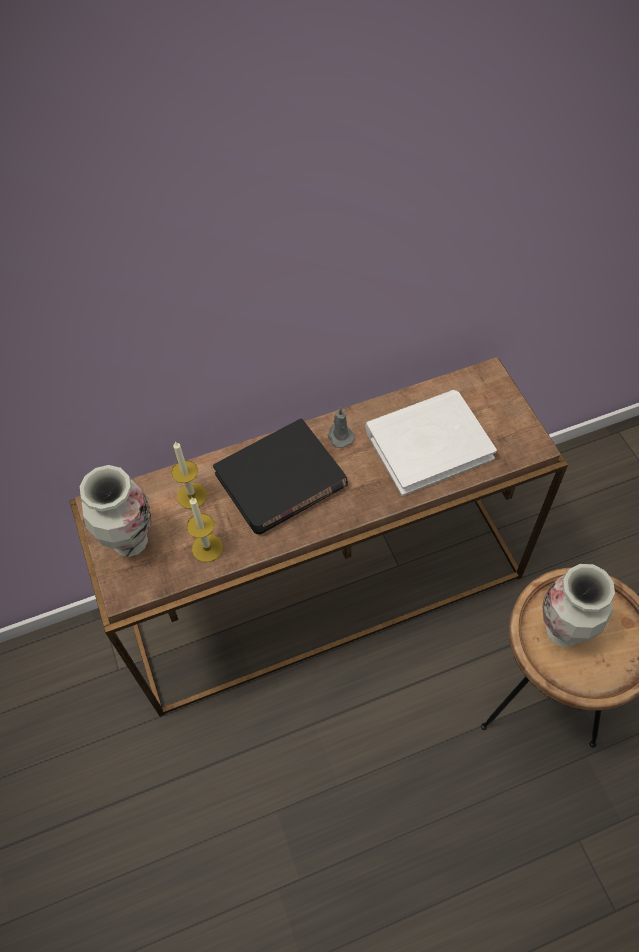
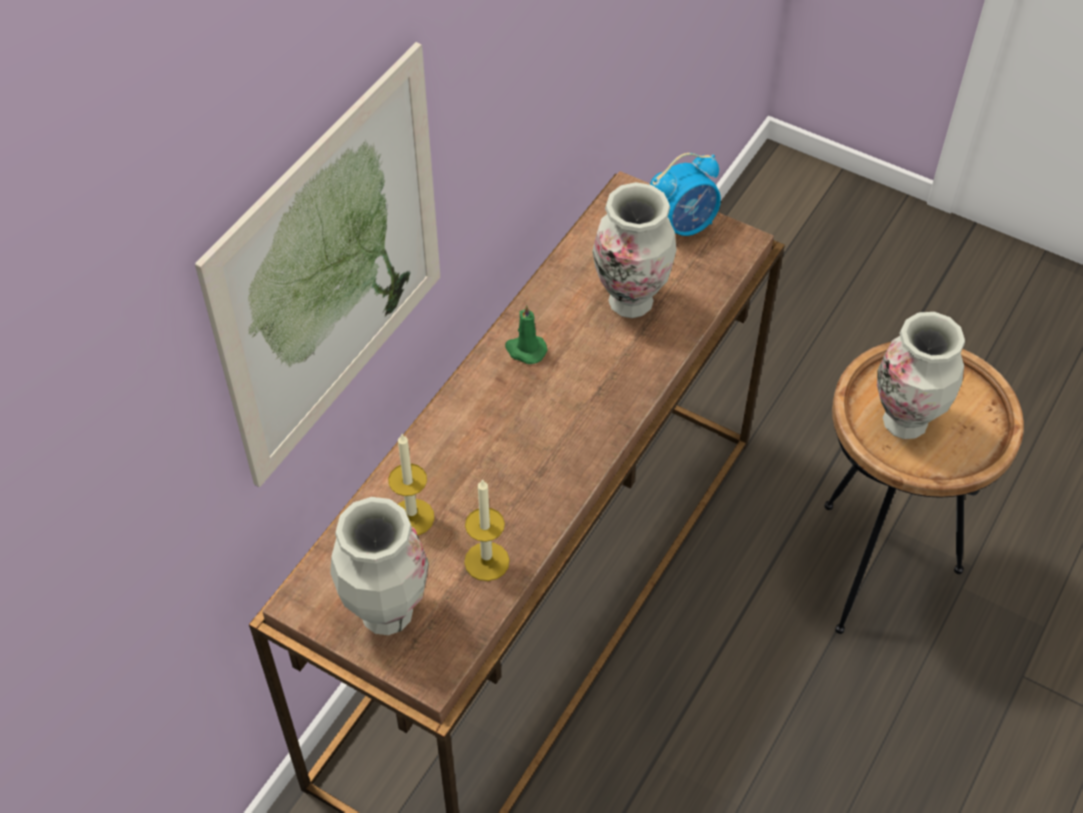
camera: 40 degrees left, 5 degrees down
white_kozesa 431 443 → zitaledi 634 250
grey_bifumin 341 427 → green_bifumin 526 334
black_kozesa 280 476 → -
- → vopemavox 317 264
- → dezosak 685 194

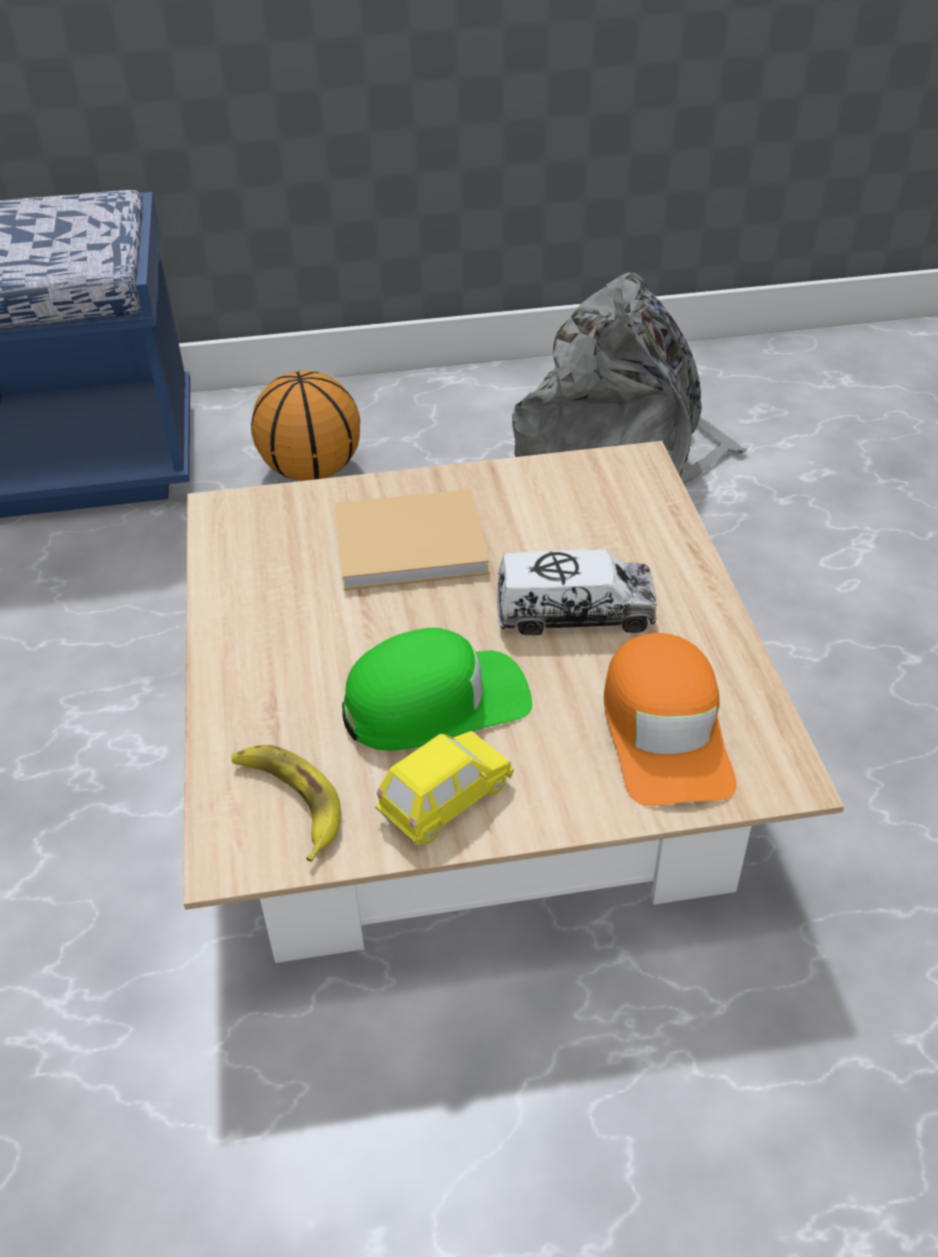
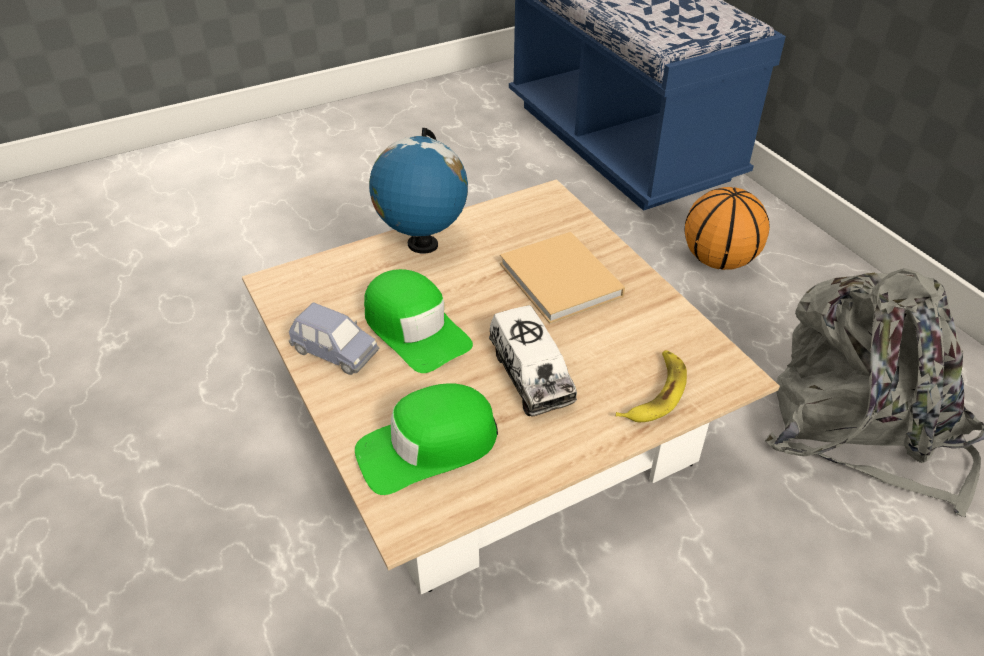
camera: 70 degrees right, 0 degrees up
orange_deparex 670 719 → green_deparex 426 439
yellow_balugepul 444 788 → blue_balugepul 333 339
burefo 286 803 → burefo 651 386, shifted
- → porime 418 190

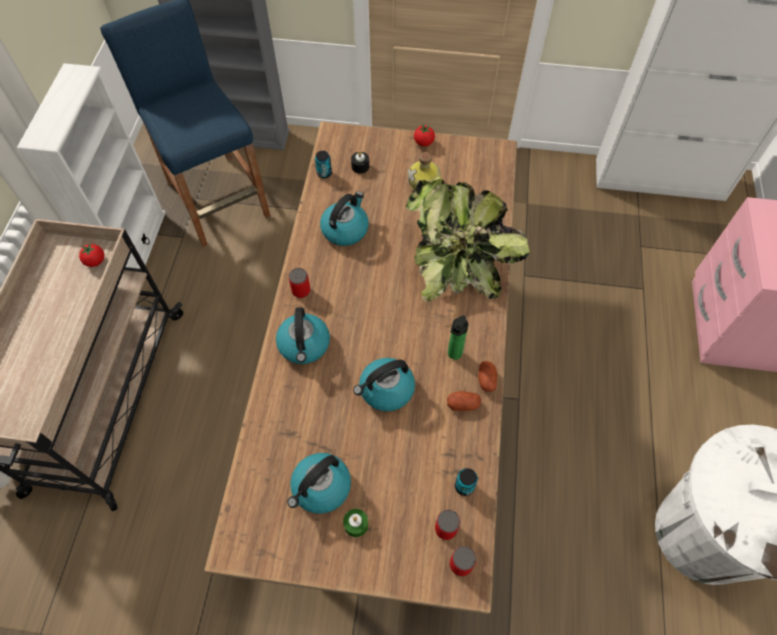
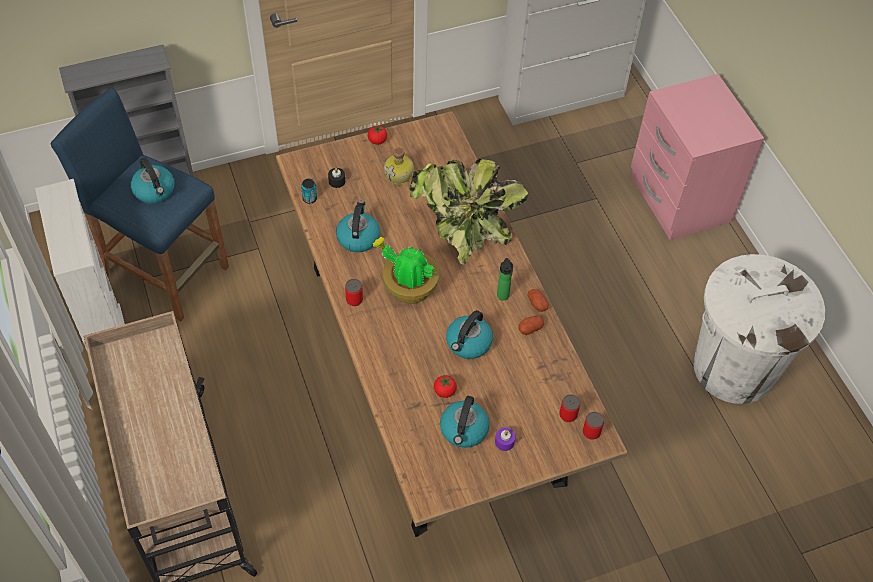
camera: 30 degrees left, 5 degrees down
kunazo 91 255 → kunazo 445 386, shifted
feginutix 303 335 → feginutix 153 181, shifted
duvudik 466 482 → -
green_bifumin 355 523 → purple_bifumin 505 439
- → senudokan 406 270

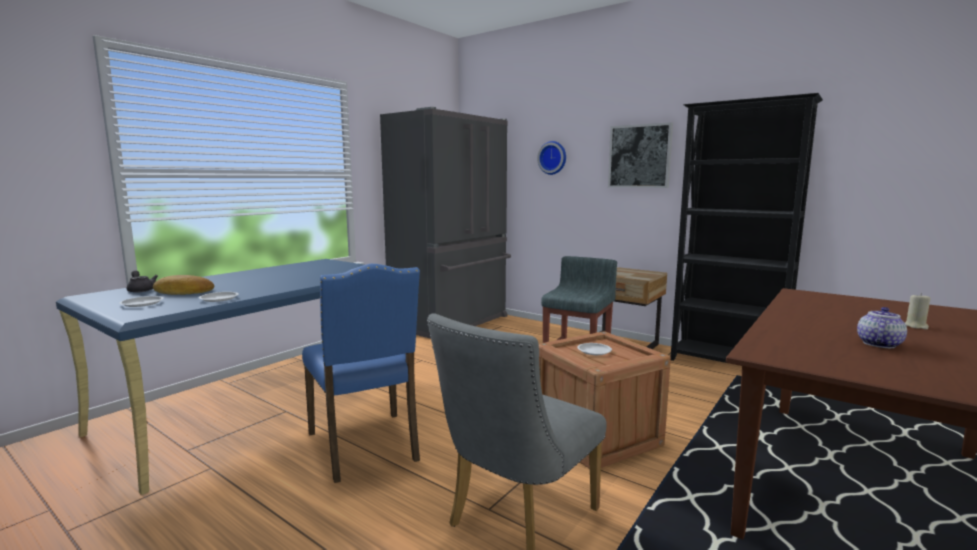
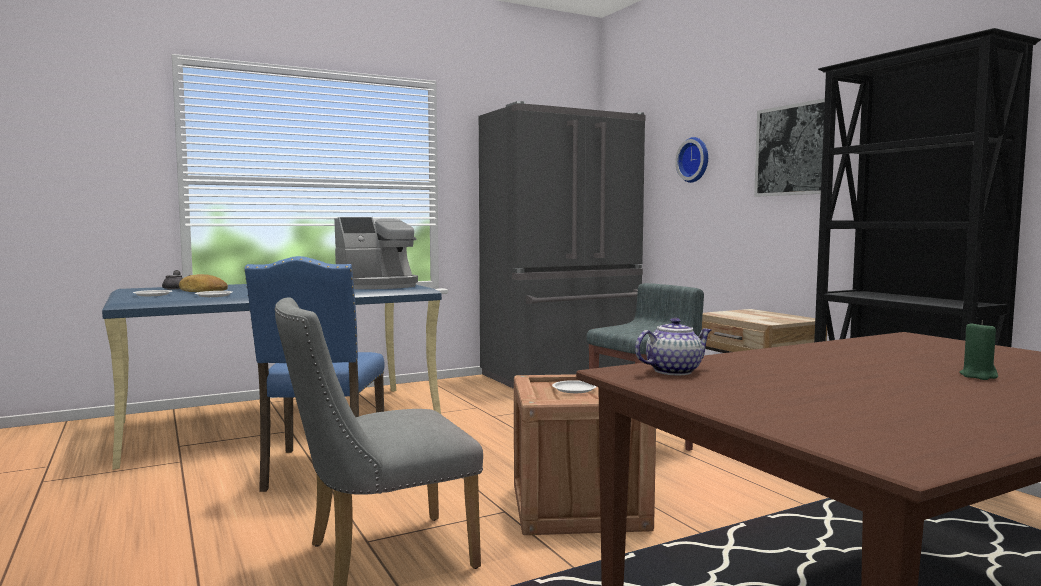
camera: 25 degrees right, 5 degrees down
beige_bifumin 918 311 → green_bifumin 978 350
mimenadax 882 327 → mimenadax 673 346, shifted
- → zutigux 376 253

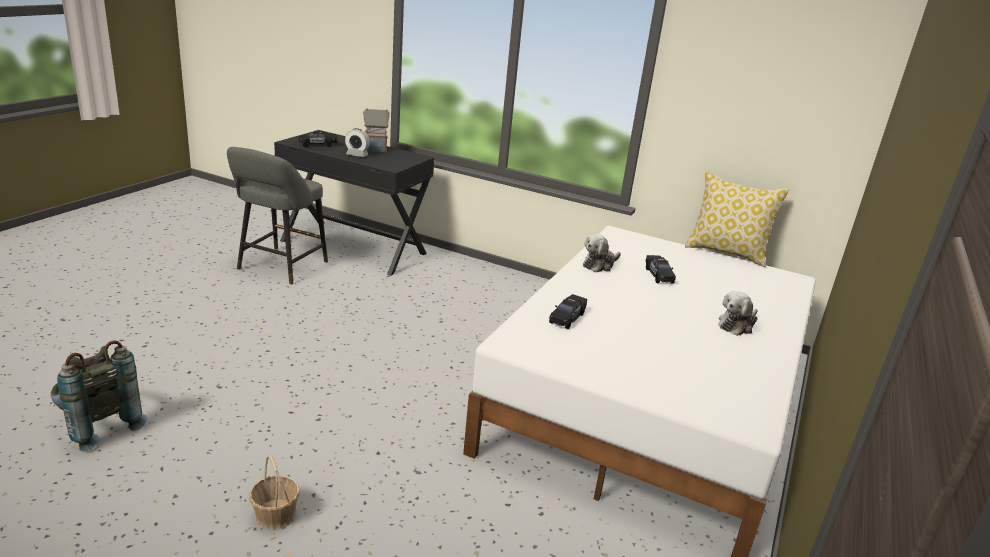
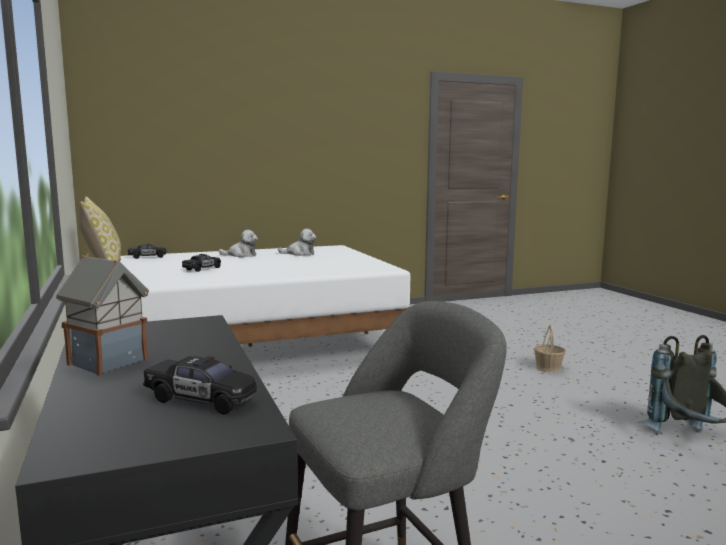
camera: 135 degrees left, 15 degrees down
dezosak 357 142 → -
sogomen 602 253 → sogomen 297 242, shifted
black_balugepul 568 311 → black_balugepul 147 251, shifted

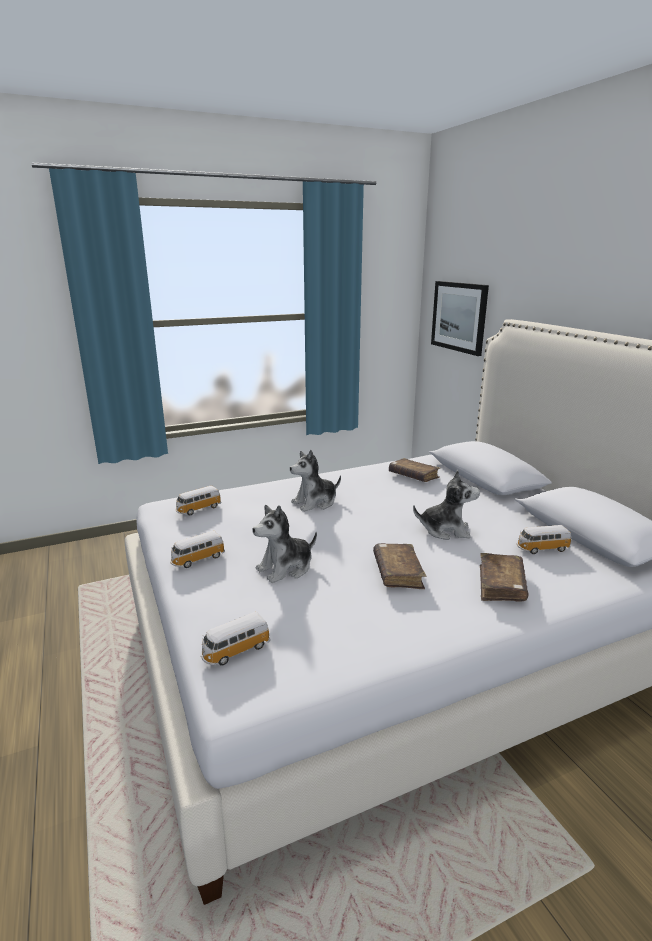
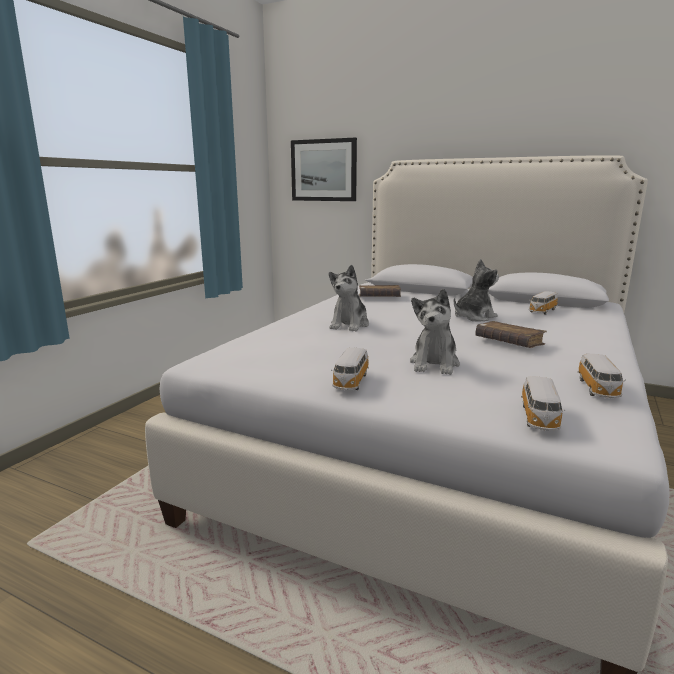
camera: 40 degrees left, 5 degrees down
balugepul 198 500 → balugepul 601 376, shifted
brown_kozesa 504 577 → -

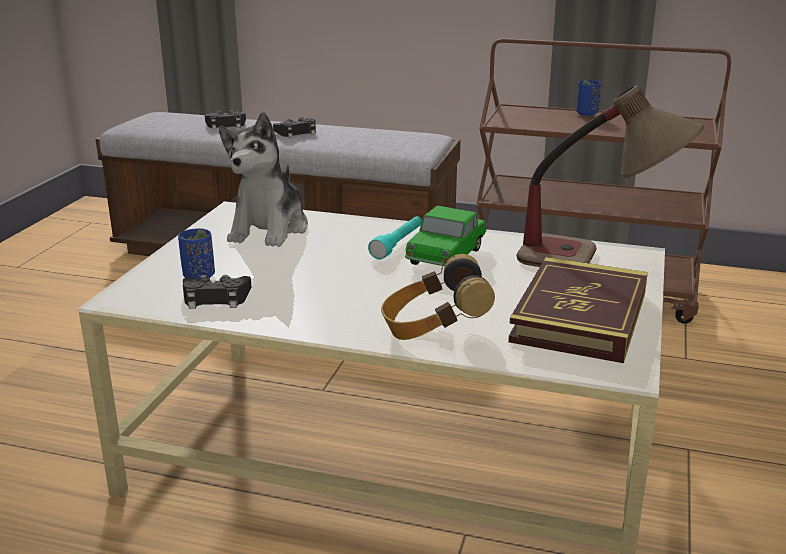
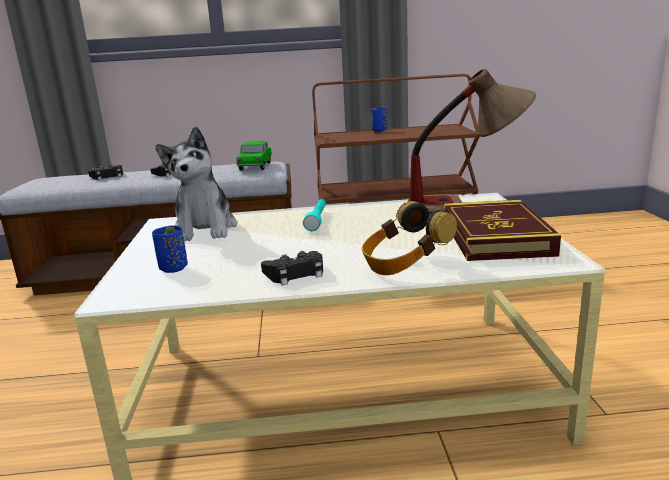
camera: 20 degrees left, 5 degrees down
balugepul 445 236 → balugepul 254 156, shifted
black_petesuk 217 292 → black_petesuk 292 268, shifted

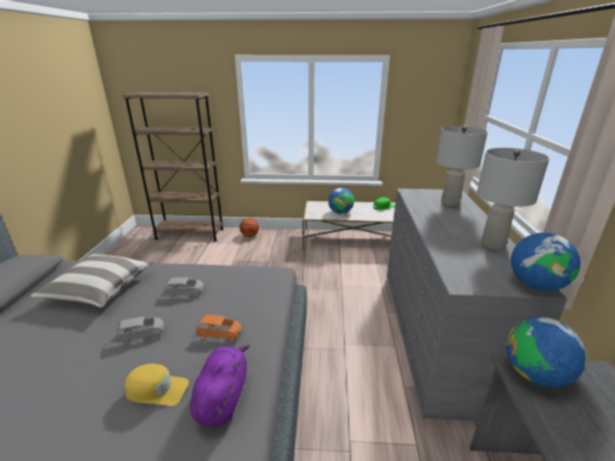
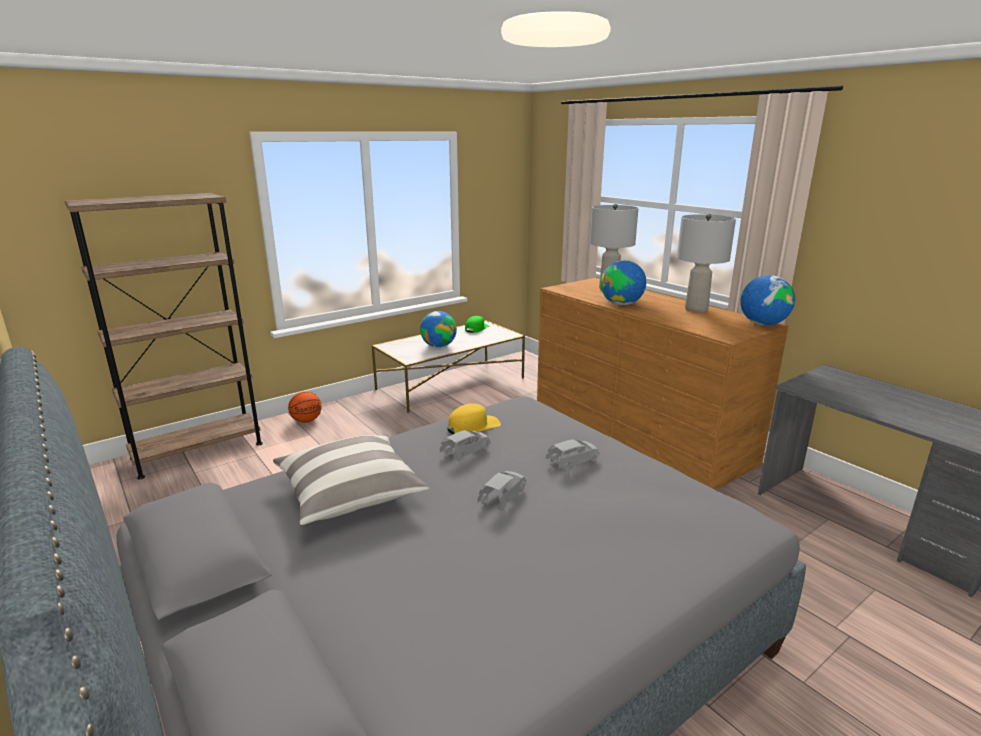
camera: 40 degrees left, 5 degrees down
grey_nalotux 477 305 → brown_nalotux 662 384
orange_balugepul 218 327 → grey_balugepul 572 455
porime 546 352 → porime 623 282, shifted
purple_sogomen 220 385 → -
yellow_deparex 157 385 → yellow_deparex 474 418, shifted

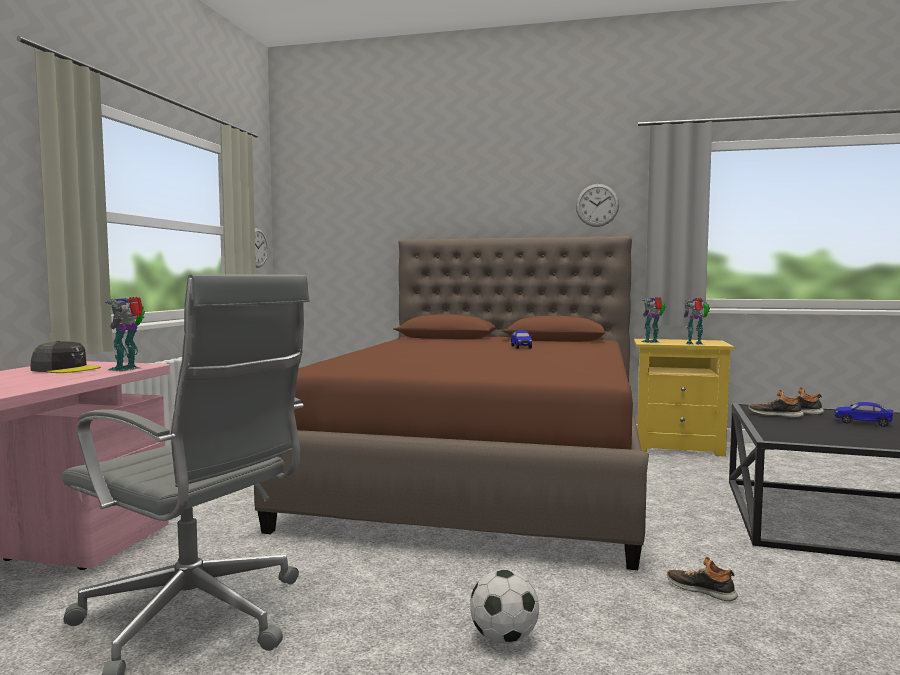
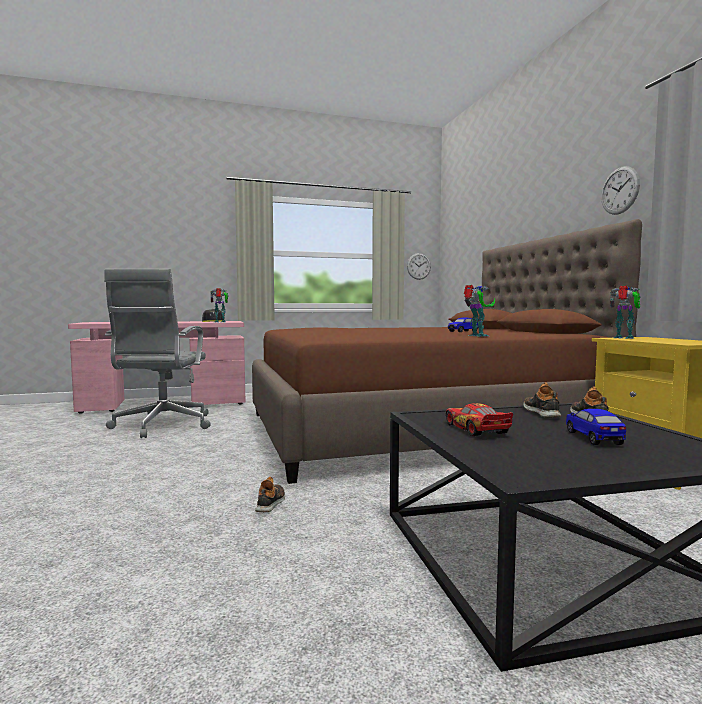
camera: 60 degrees right, 0 degrees up
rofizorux 697 321 → rofizorux 479 311, shifted
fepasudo 504 606 → -
- → balugepul 479 419

